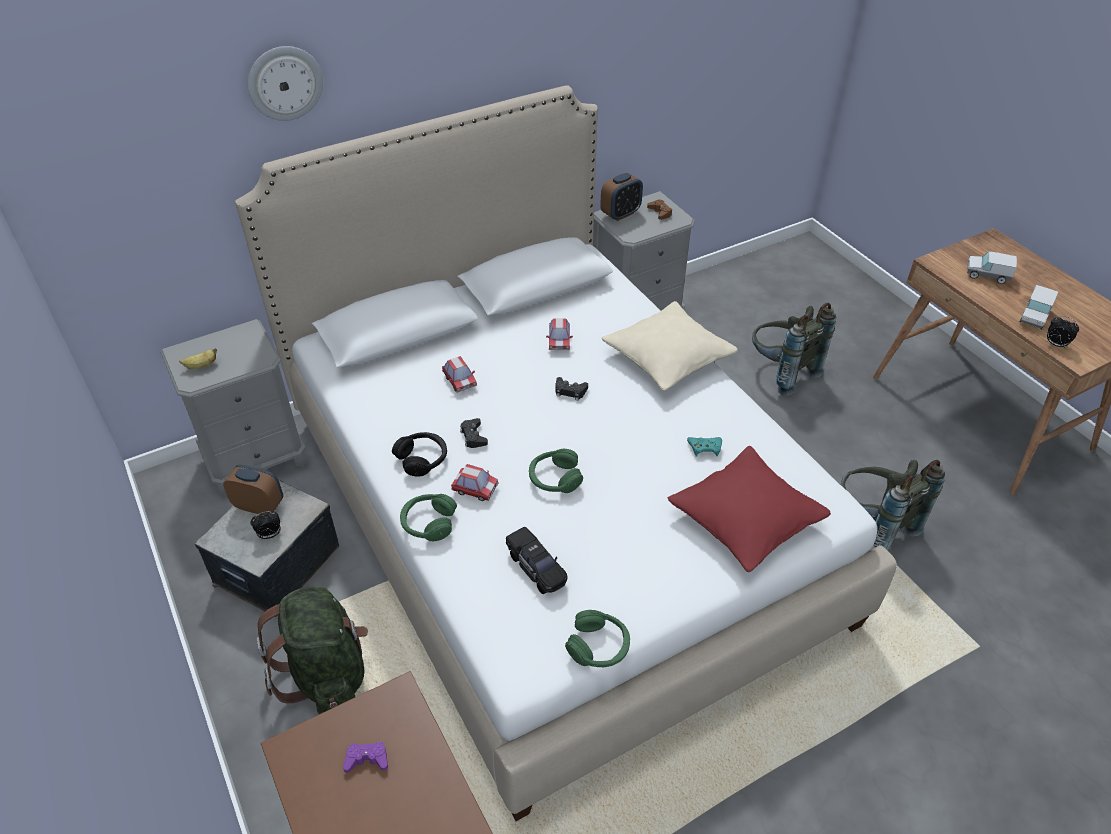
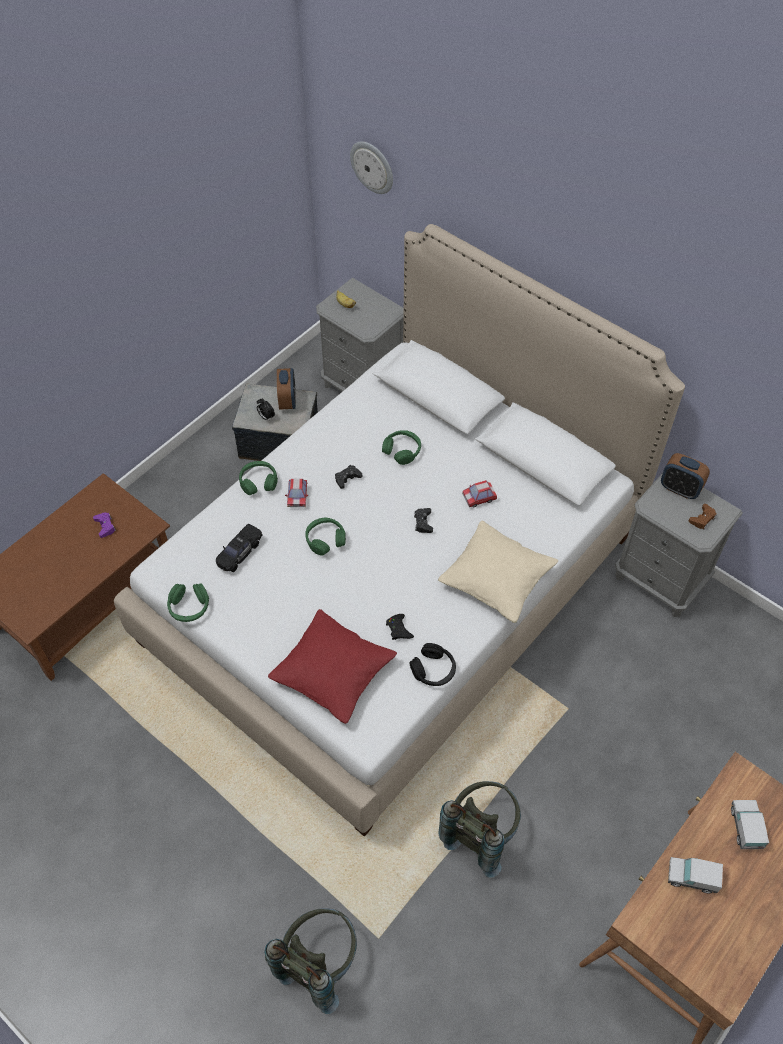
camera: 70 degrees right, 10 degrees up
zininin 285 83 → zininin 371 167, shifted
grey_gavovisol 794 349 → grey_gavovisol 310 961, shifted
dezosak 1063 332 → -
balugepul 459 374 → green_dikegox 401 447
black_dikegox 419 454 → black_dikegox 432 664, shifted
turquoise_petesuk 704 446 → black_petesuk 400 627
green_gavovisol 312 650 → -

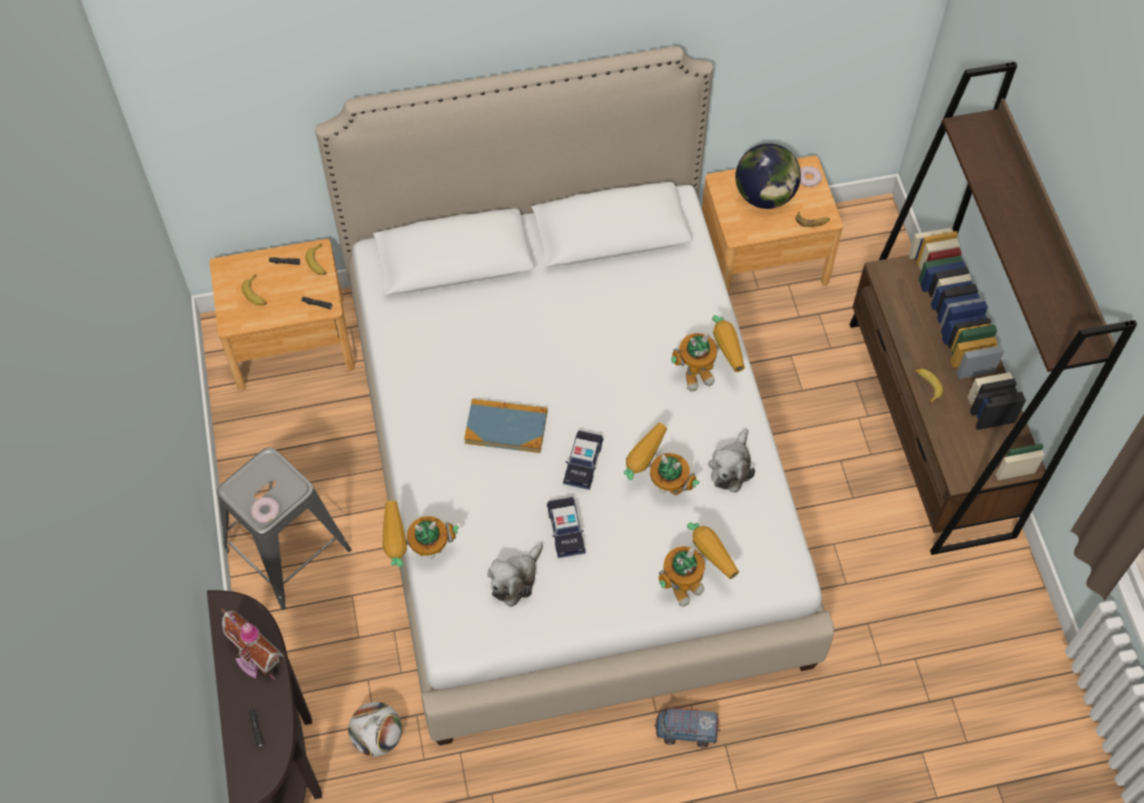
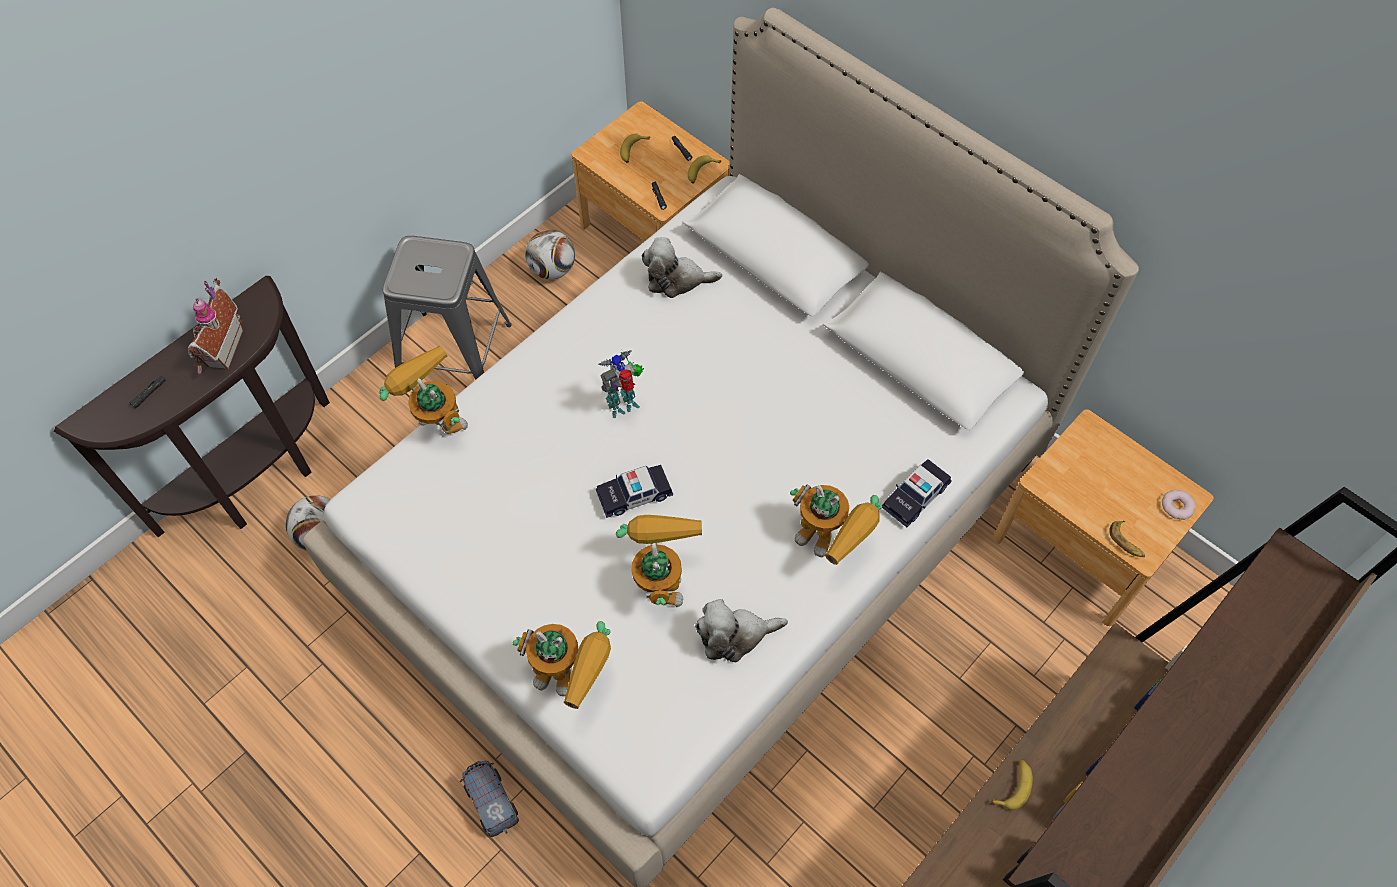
camera: 55 degrees right, 0 degrees up
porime 768 176 → -
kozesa 506 426 → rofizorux 621 384
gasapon 265 510 → -
balugepul 566 527 → balugepul 917 493, shifted
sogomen 515 575 → sogomen 682 267, shifted
- → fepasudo 550 255

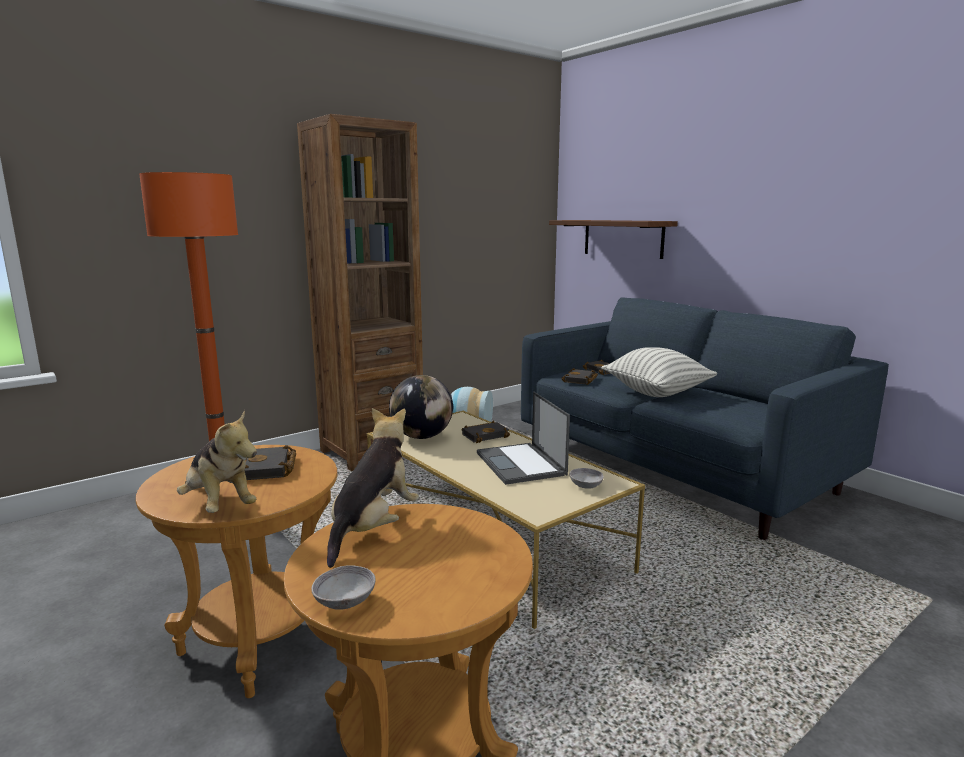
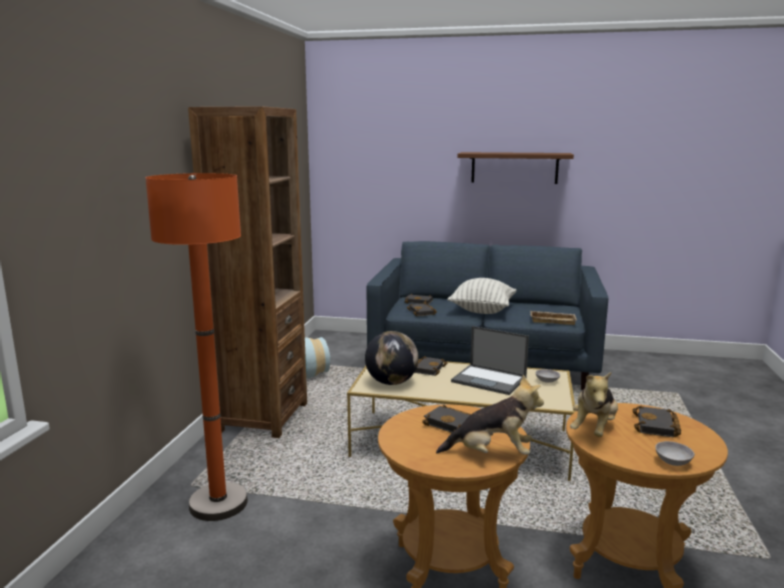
camera: 40 degrees left, 0 degrees up
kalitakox 613 239 → kalitakox 515 168, shifted
sogomen 373 488 → sogomen 594 404, 135 degrees counterclockwise
- → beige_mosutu 553 318
- → black_kozesa 657 421

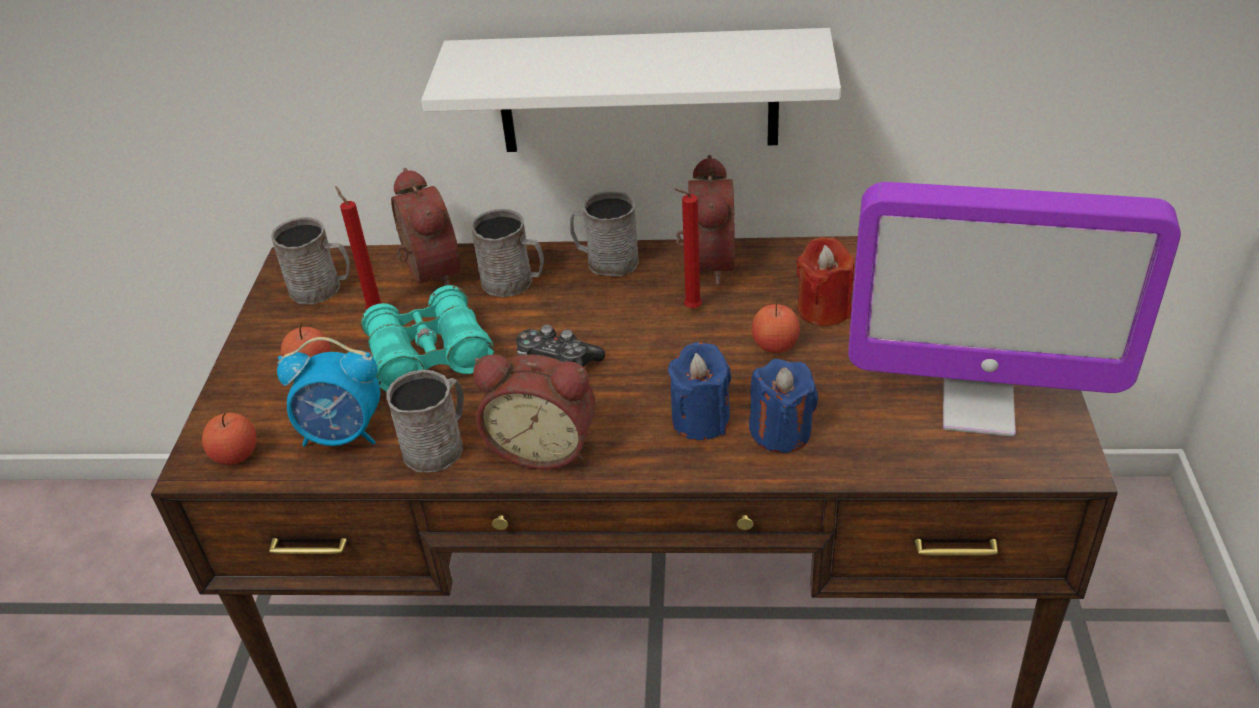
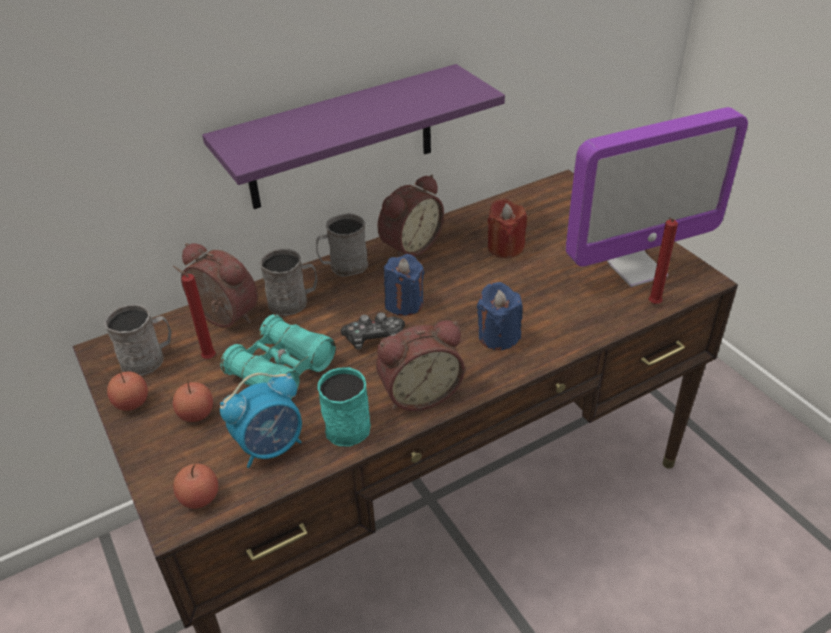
camera: 35 degrees left, 0 degrees up
white_kalitakox 631 90 → purple_kalitakox 353 136
dezosak 705 220 → dezosak 410 215, 75 degrees clockwise
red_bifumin 688 248 → red_bifumin 663 261, shifted
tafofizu 776 326 → tafofizu 127 390, shifted
blue_bifumin 783 406 → blue_bifumin 404 285, shifted
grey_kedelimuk 425 421 → turquoise_kedelimuk 344 407

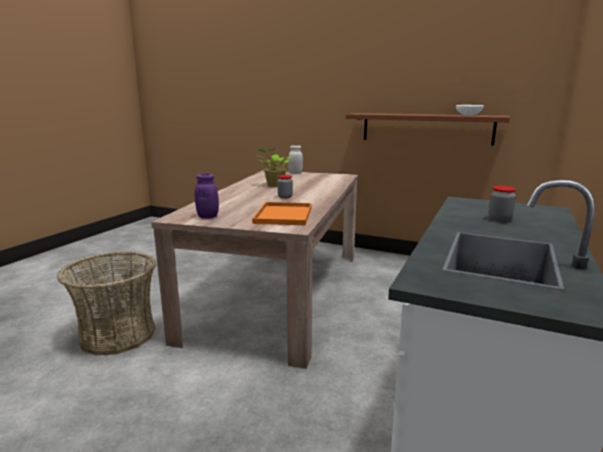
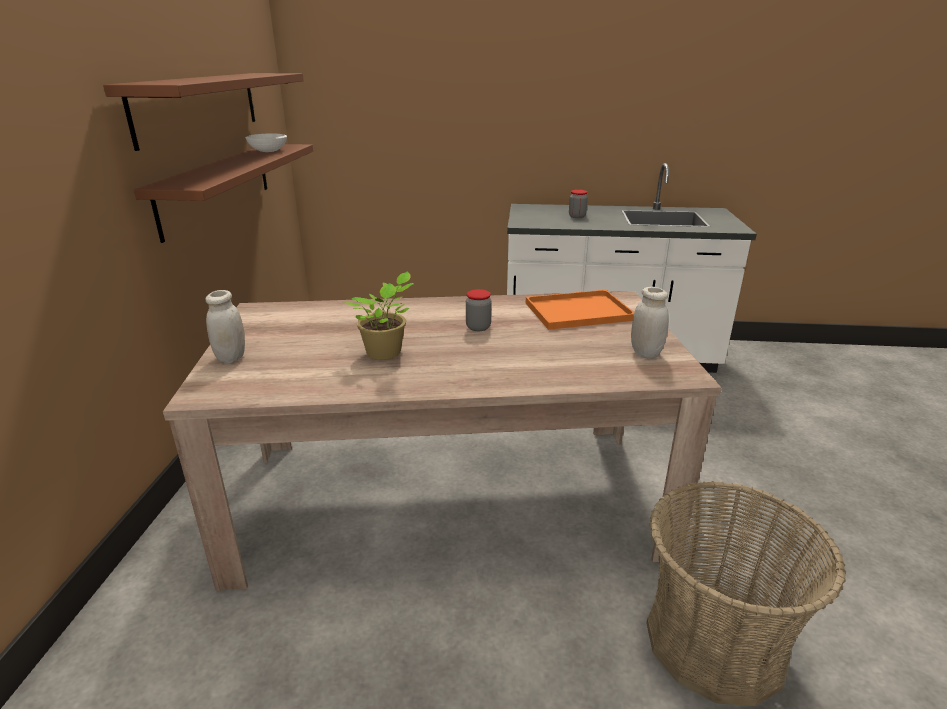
camera: 110 degrees left, 10 degrees up
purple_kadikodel 206 196 → white_kadikodel 650 322
- → brown_kalitakox 203 112

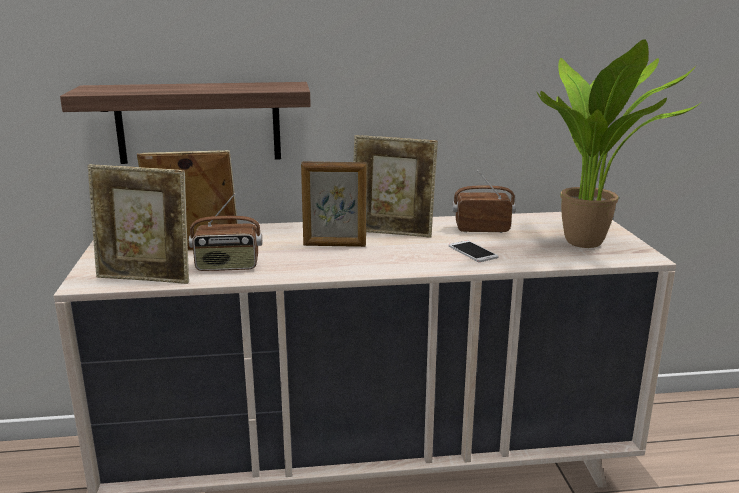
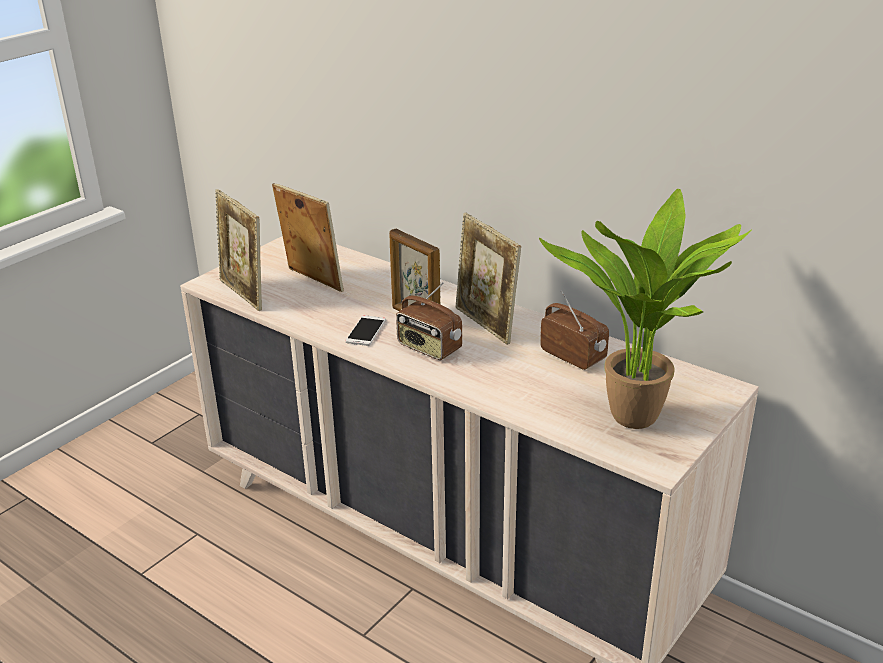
camera: 45 degrees right, 10 degrees up
kalitakox 185 123 → -
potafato 225 232 → potafato 429 321, shifted
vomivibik 473 251 → vomivibik 366 330, shifted

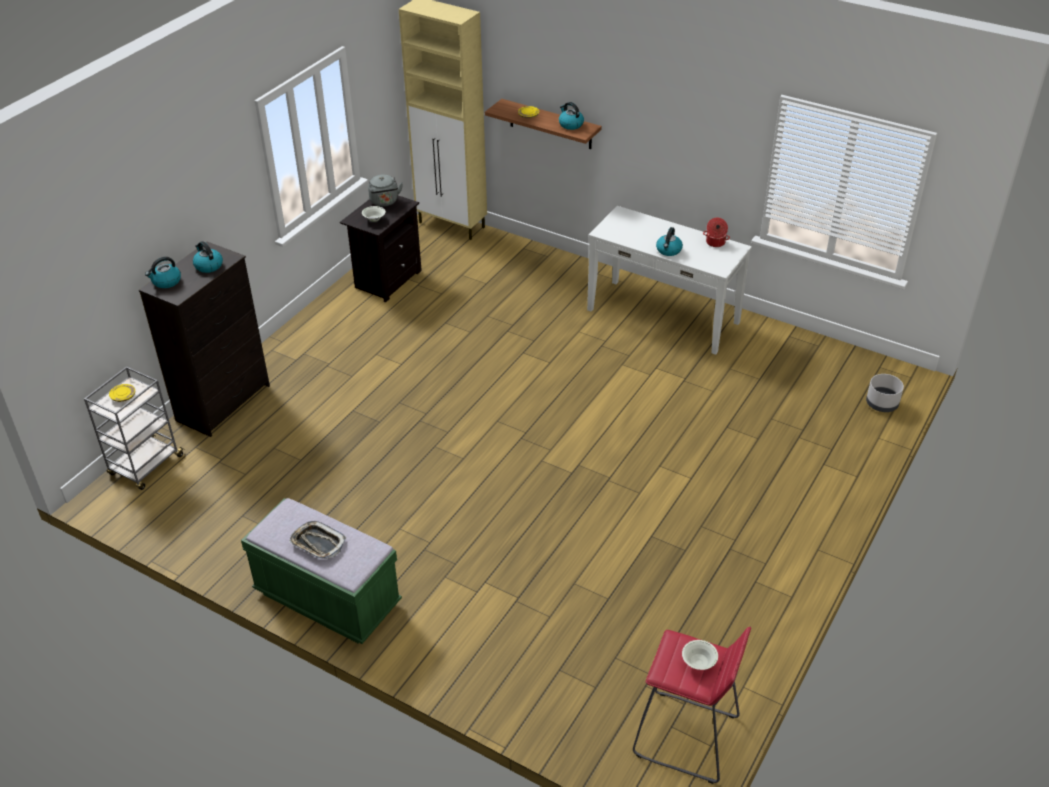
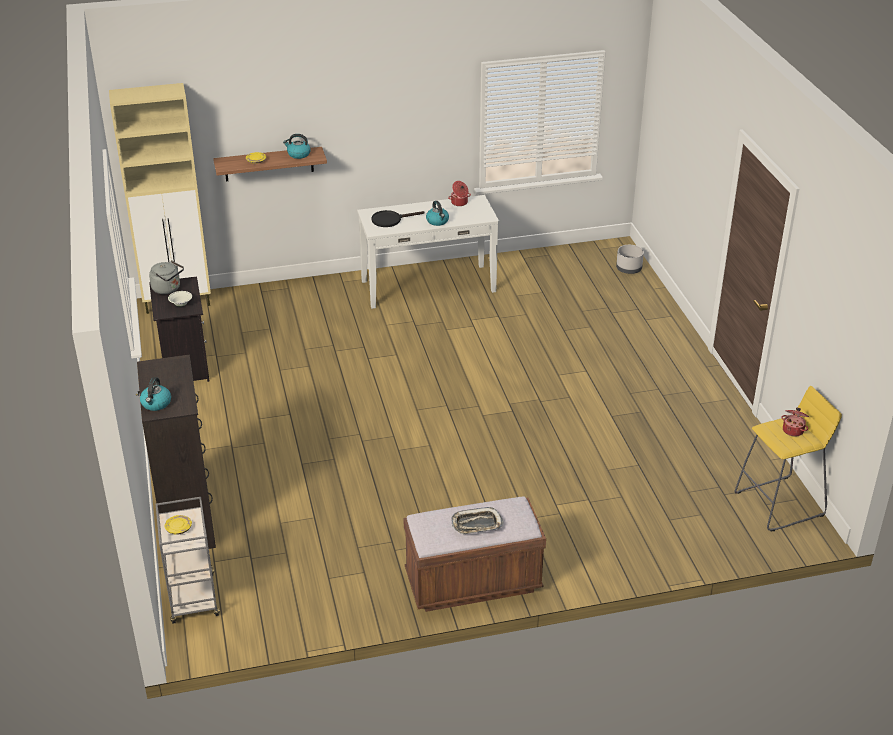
camera: 45 degrees left, 5 degrees down
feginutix 208 257 → -
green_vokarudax 321 571 → brown_vokarudax 474 554
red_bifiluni 692 705 → yellow_bifiluni 788 459
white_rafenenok 700 655 → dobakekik 795 422
- → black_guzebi 398 218

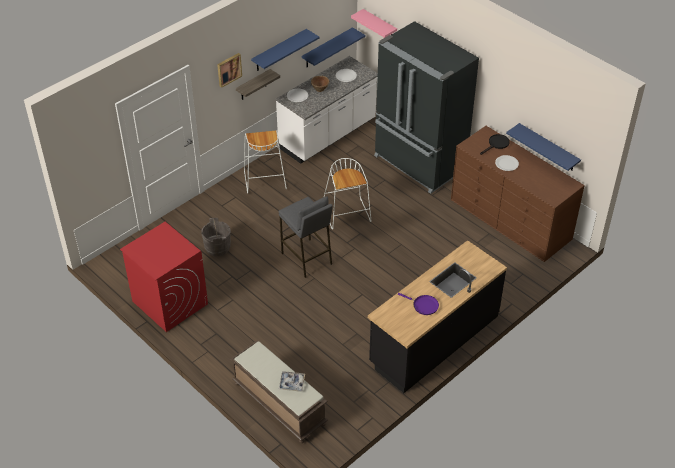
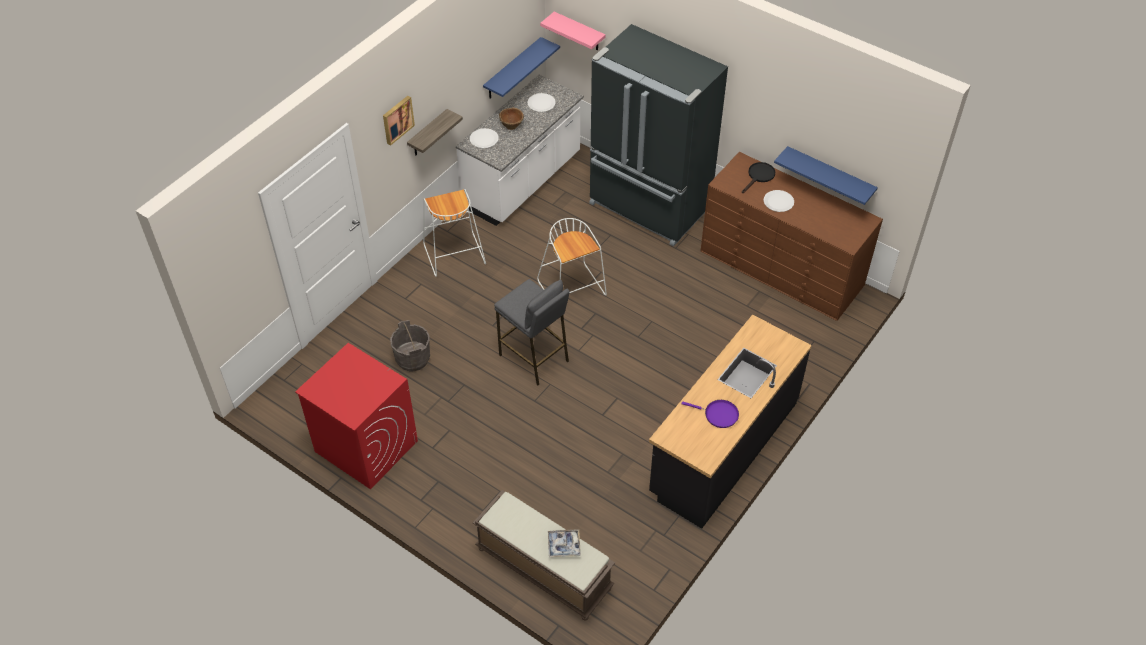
camera: 10 degrees left, 5 degrees up
blue_kalitakox 285 50 → -

